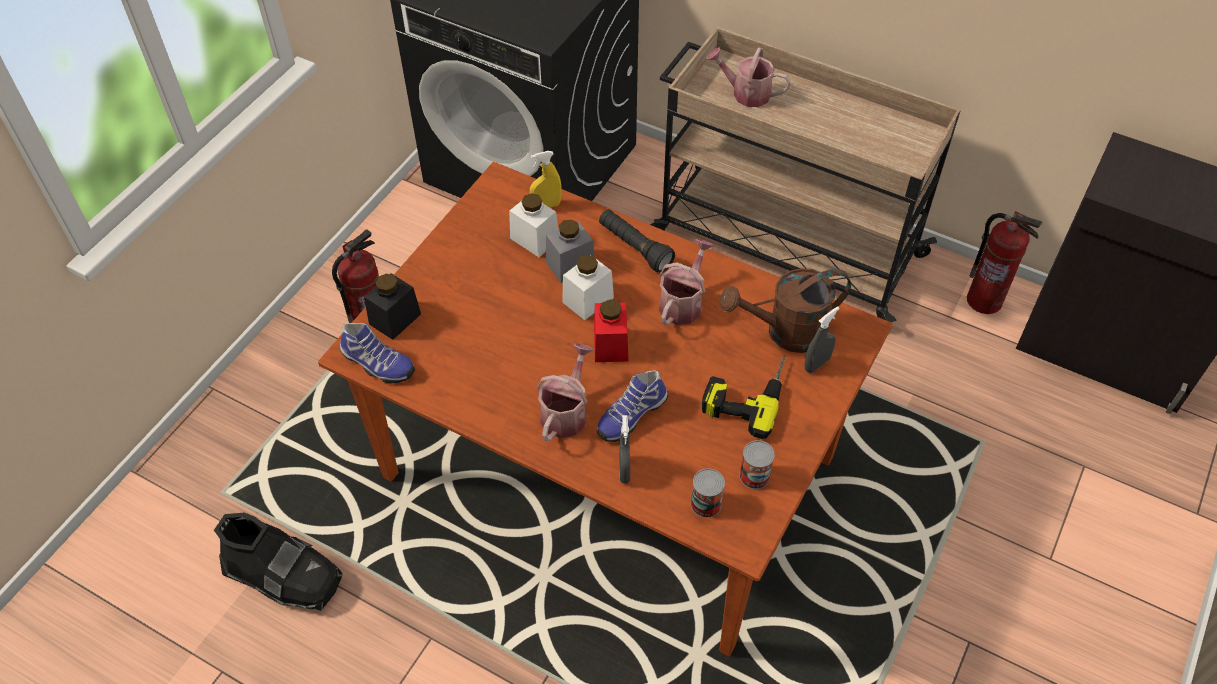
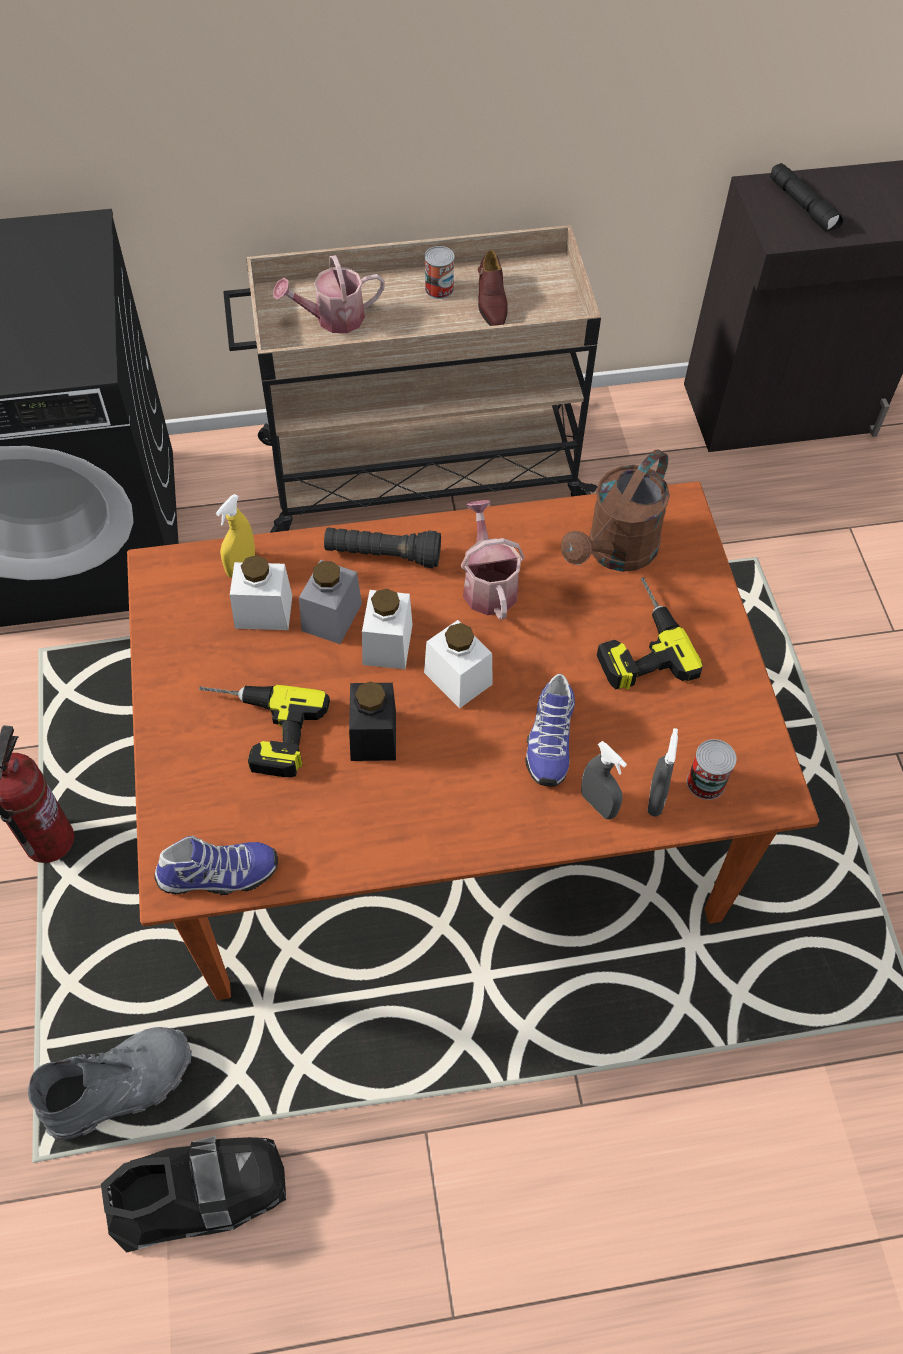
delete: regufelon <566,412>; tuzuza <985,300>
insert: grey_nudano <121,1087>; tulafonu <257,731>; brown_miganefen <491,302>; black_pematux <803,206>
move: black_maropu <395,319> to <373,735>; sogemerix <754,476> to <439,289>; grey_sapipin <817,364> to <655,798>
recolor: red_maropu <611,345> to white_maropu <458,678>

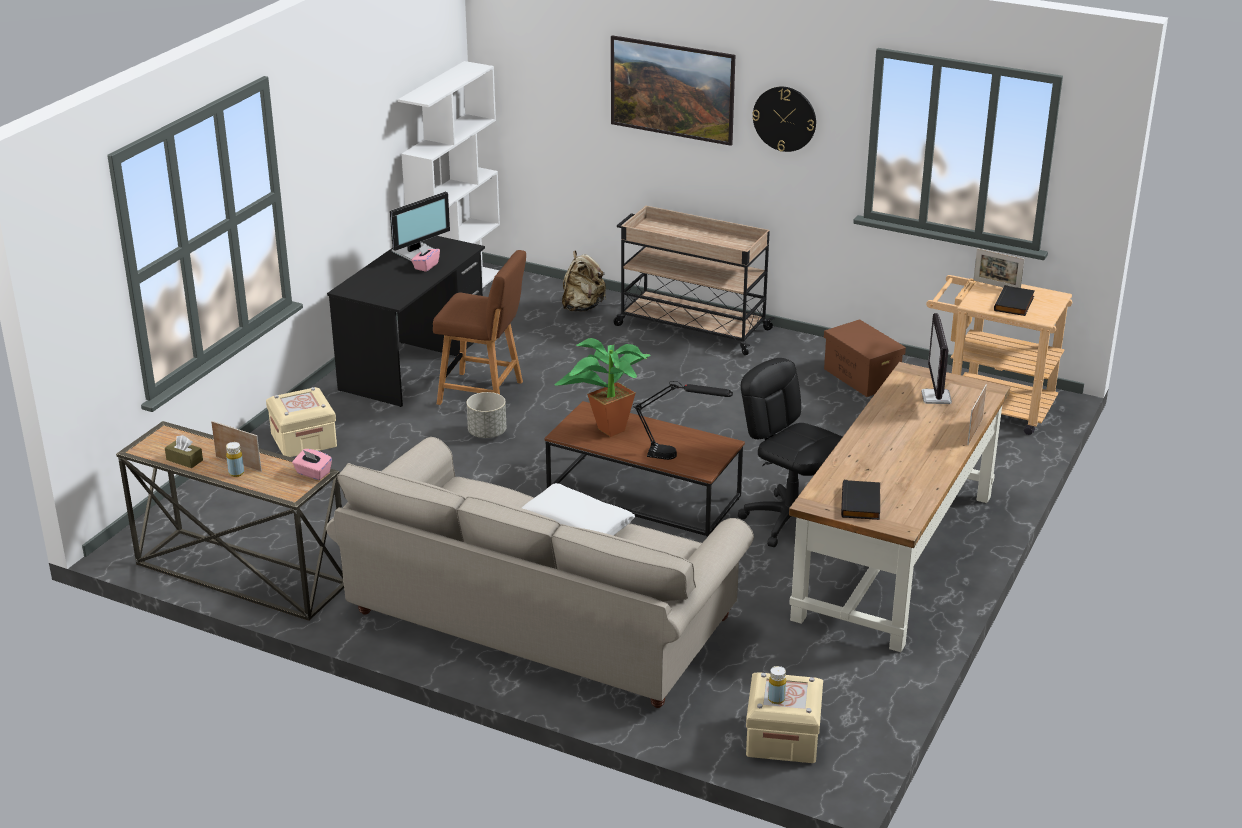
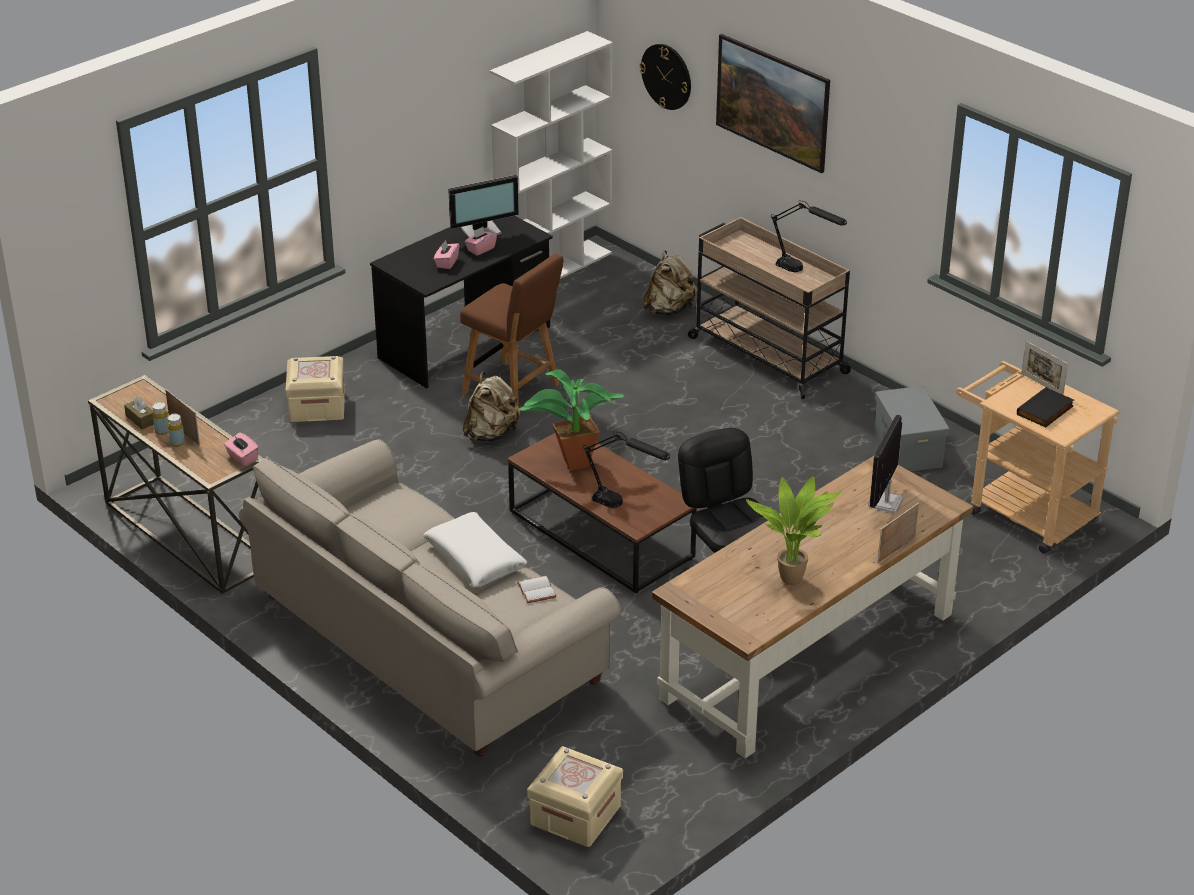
delete: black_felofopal <862,503>
insert: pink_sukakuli <446,263>; white_felofopal <535,590>; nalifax <792,577>; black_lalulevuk <804,272>
move: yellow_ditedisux <776,699> to <162,431>; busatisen <784,118> to <666,76>
replace: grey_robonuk <487,433> to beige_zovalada <491,434>
recolor: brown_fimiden <862,377> to grey_fimiden <908,449>

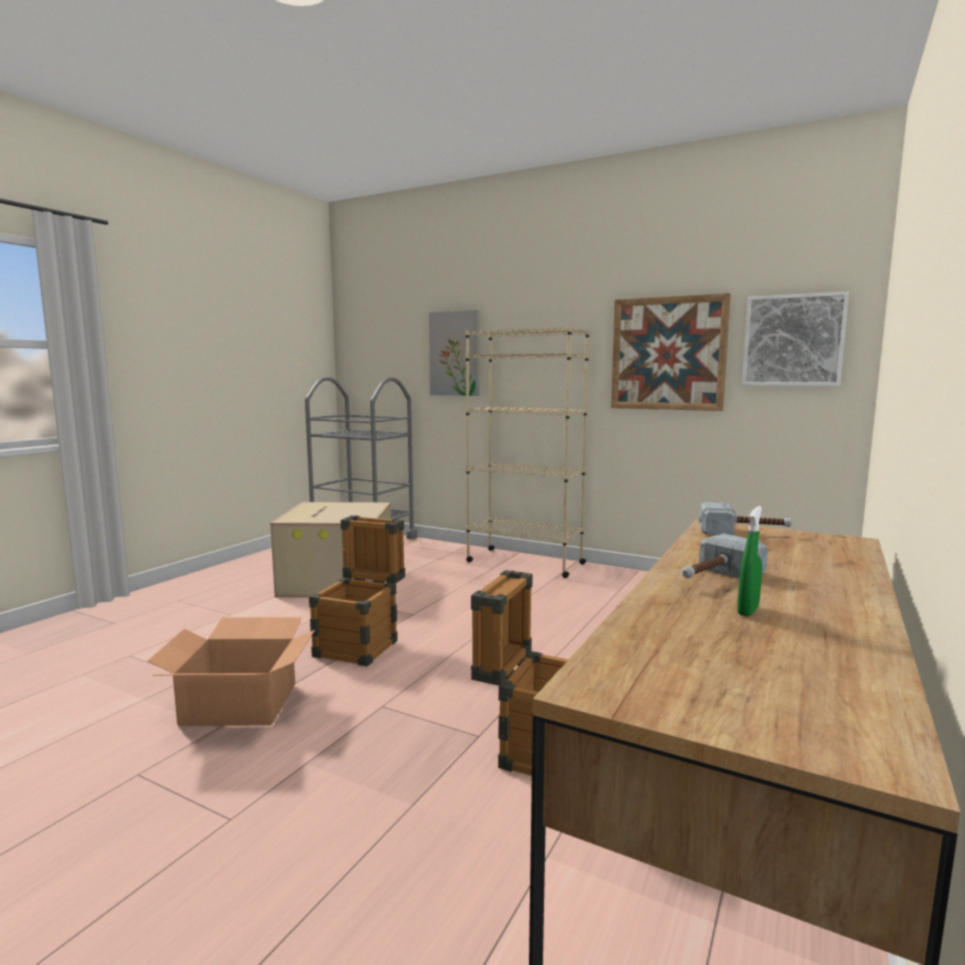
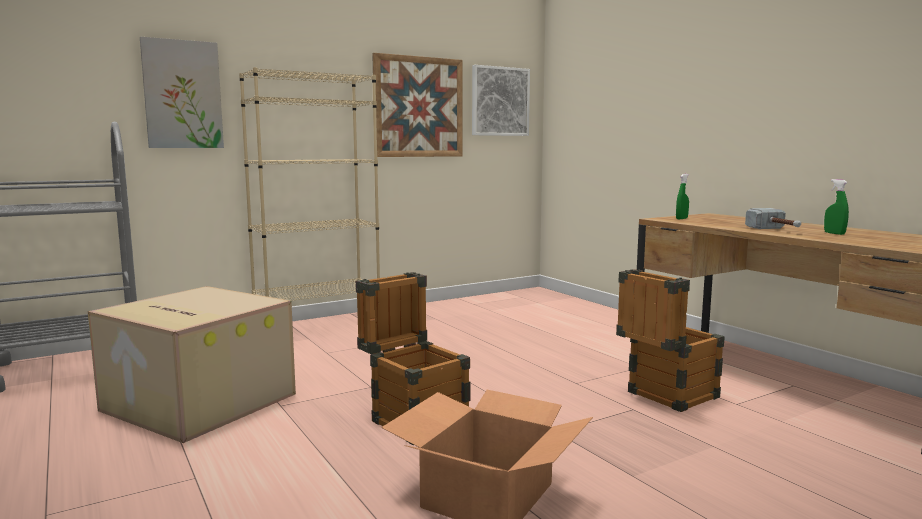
replace: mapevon <743,532> to green_sapipin <681,218>

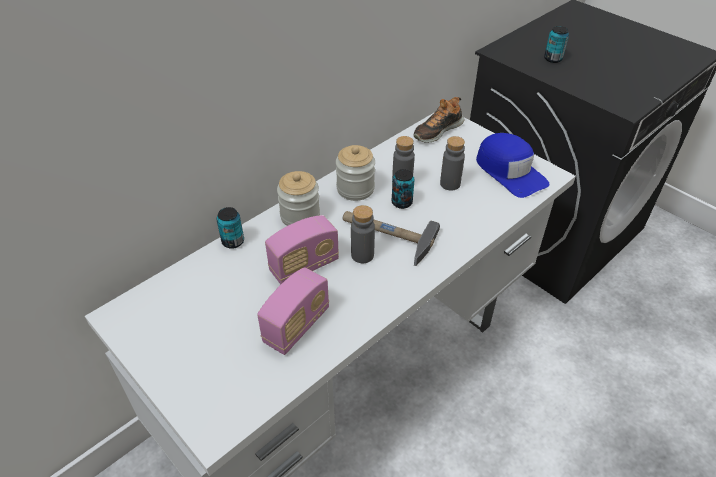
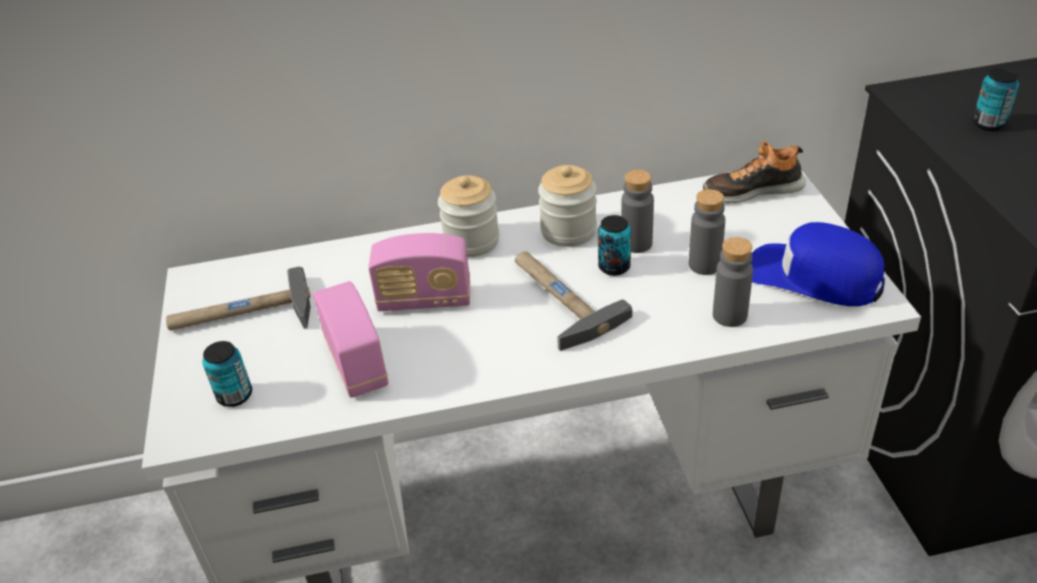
insert: mapevon <241,316>
move: sogemerix <233,241> to <235,395>; grey_ditedisux <362,255> to <729,315>
rotate: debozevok <296,326> = <356,363> 90 degrees counterclockwise; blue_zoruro <510,171> = <813,277> 120 degrees clockwise

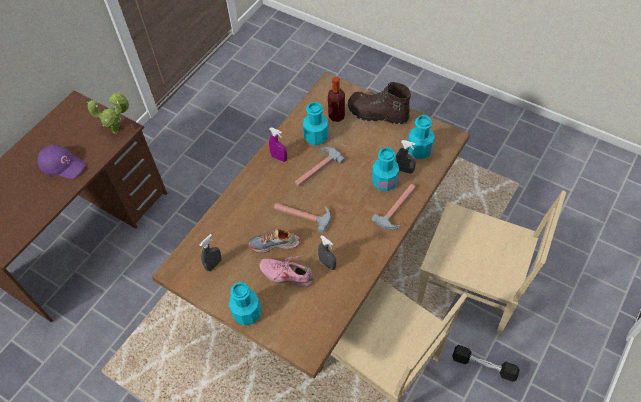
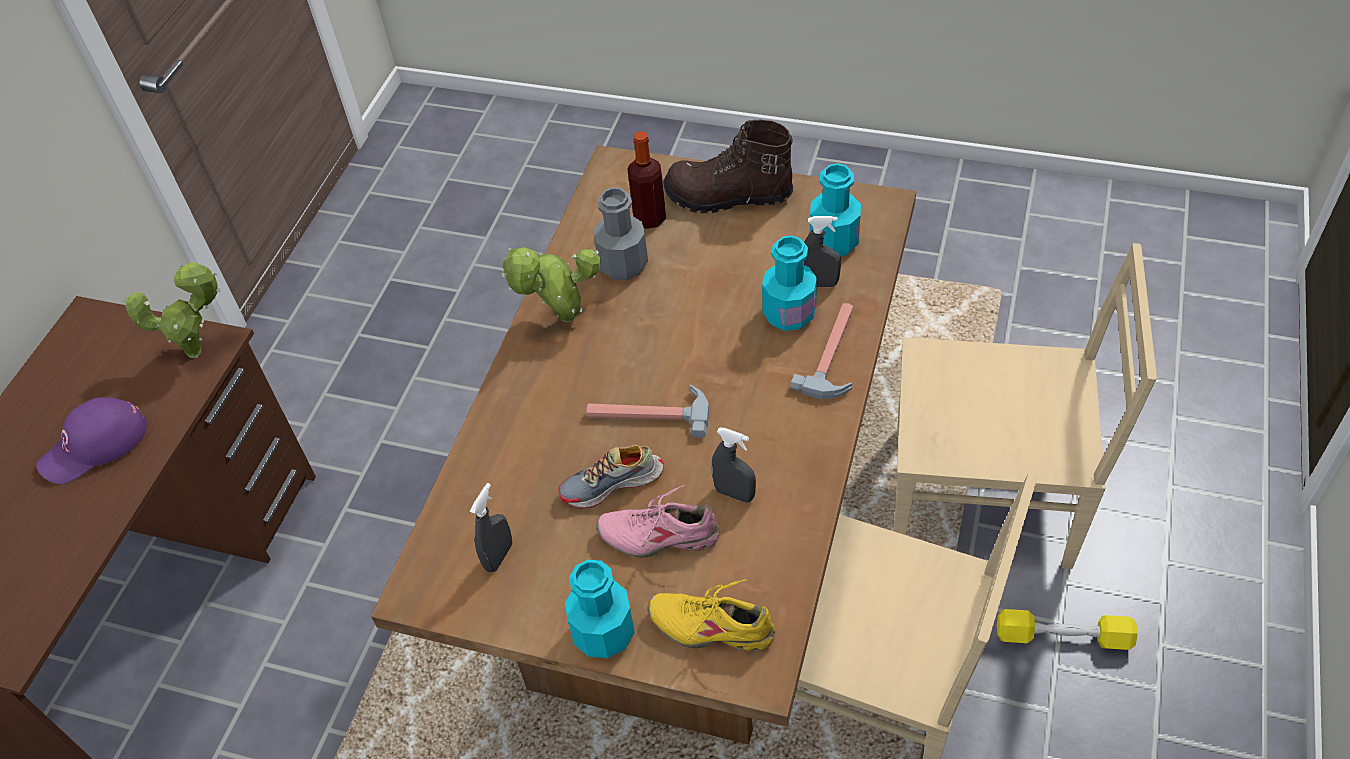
delete: mapevon <316,168>
insert: yellow_miganefen <712,626>
replace: purple_sapipin <279,158> to nalifax <562,320>
recolor: turquoise_ditedisux <316,137> to grey_ditedisux <623,264>; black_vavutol <483,366> to yellow_vavutol <1062,637>
rotate: purple_zoruro <62,164> = <95,445> 135 degrees clockwise

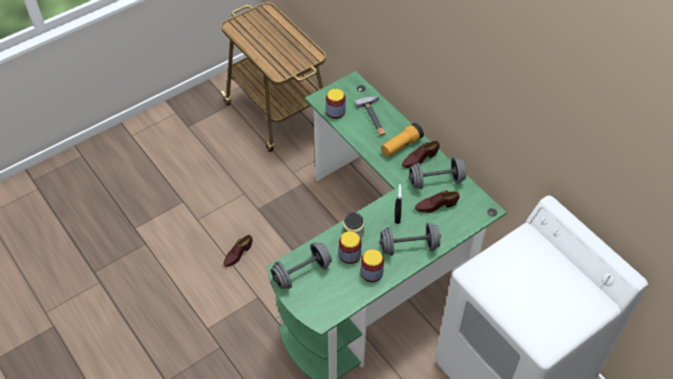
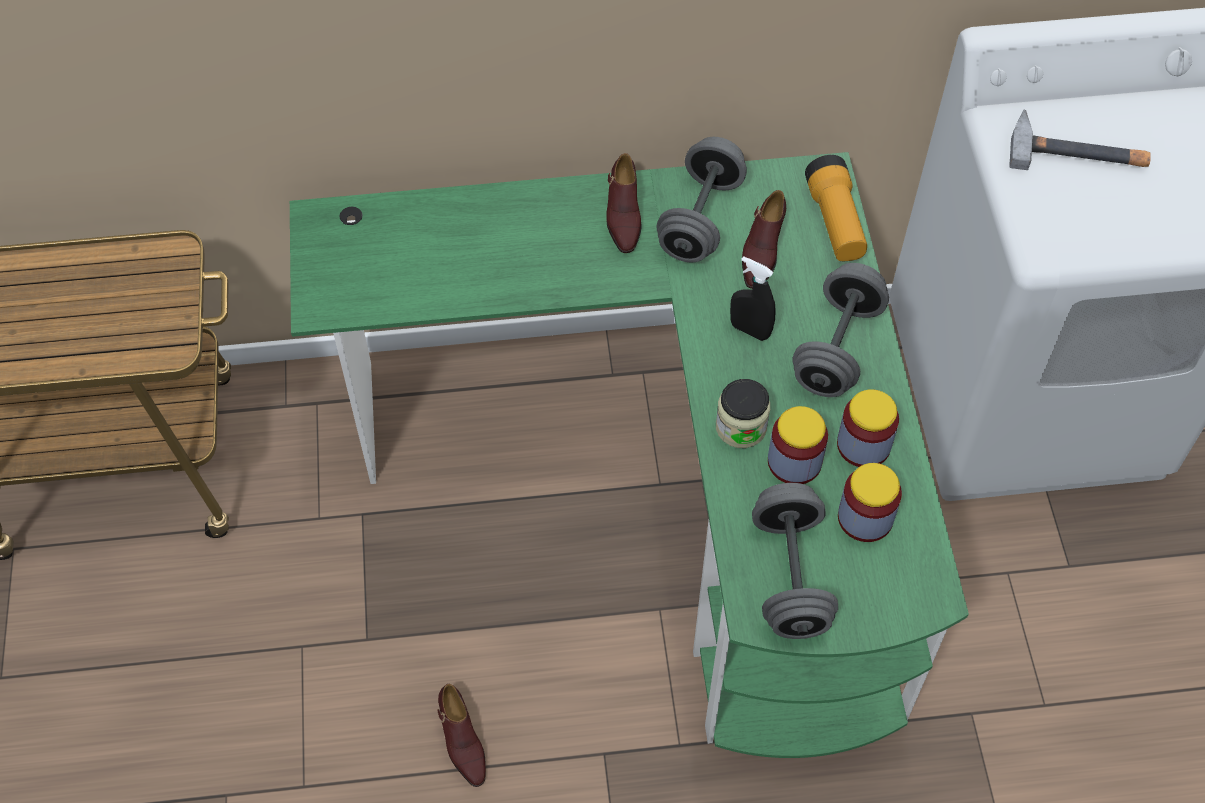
move: pematux <401,146> to <835,222>; maropu <335,111> to <865,518>; mapevon <374,118> to <1078,152>

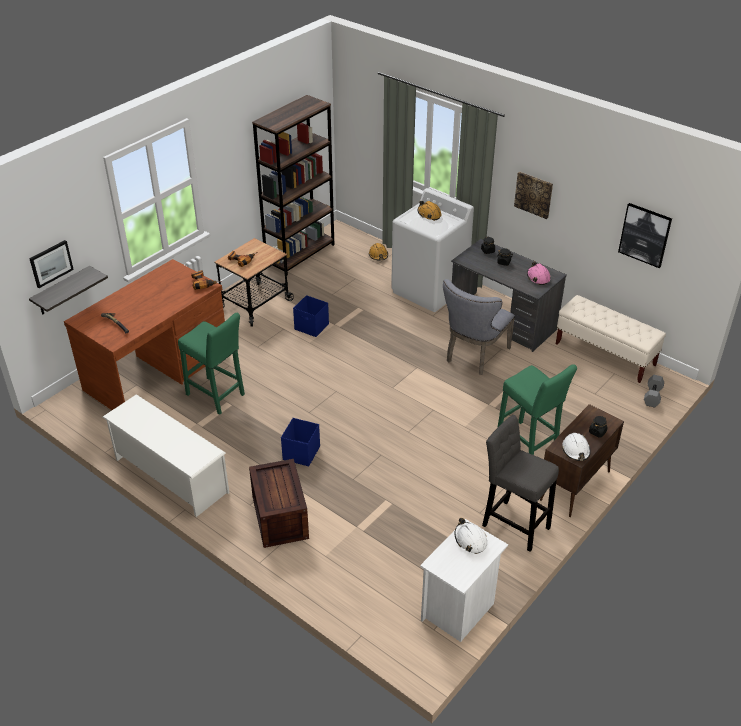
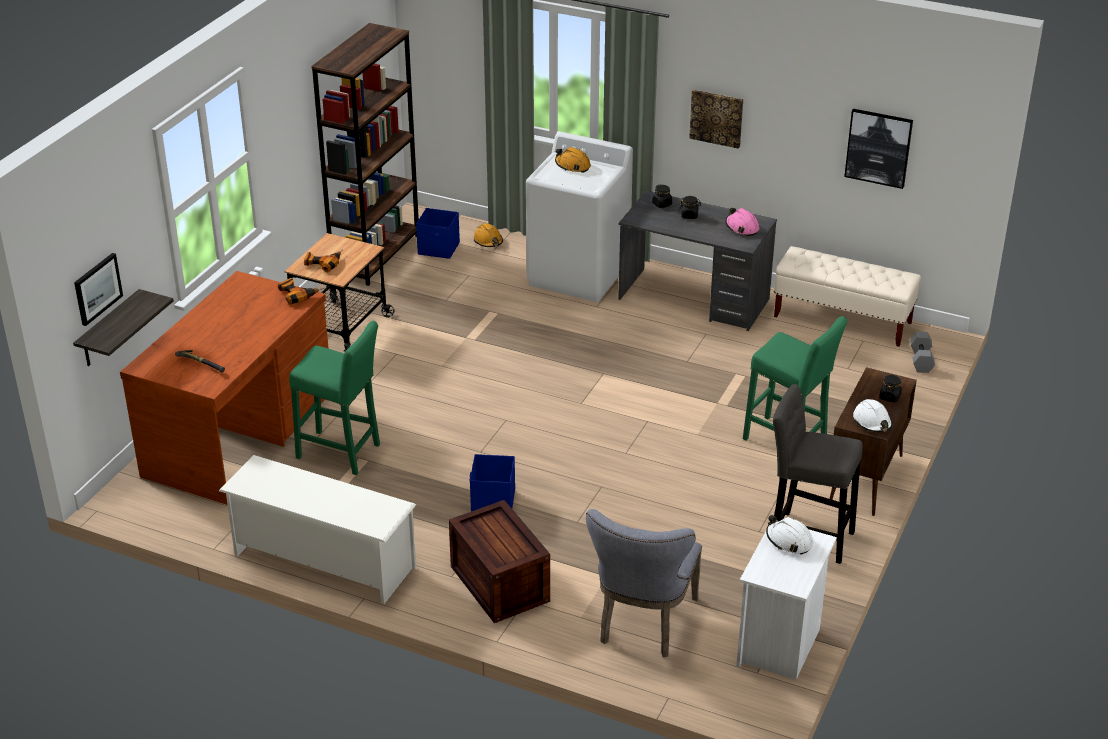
move: blue_fimiden <312,327> to <439,249>; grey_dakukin <474,356> to <644,624>

